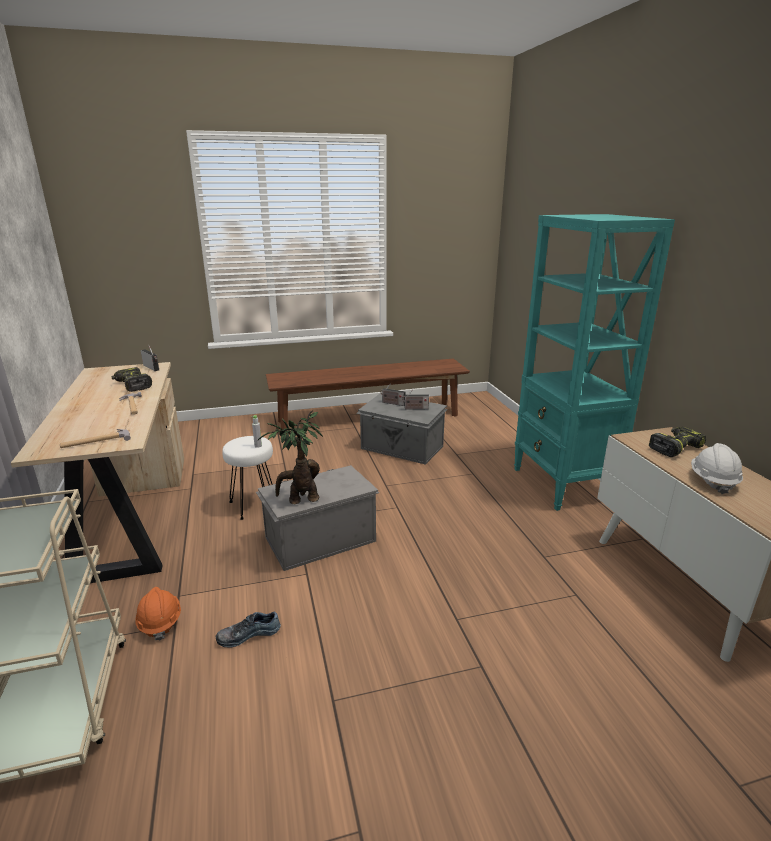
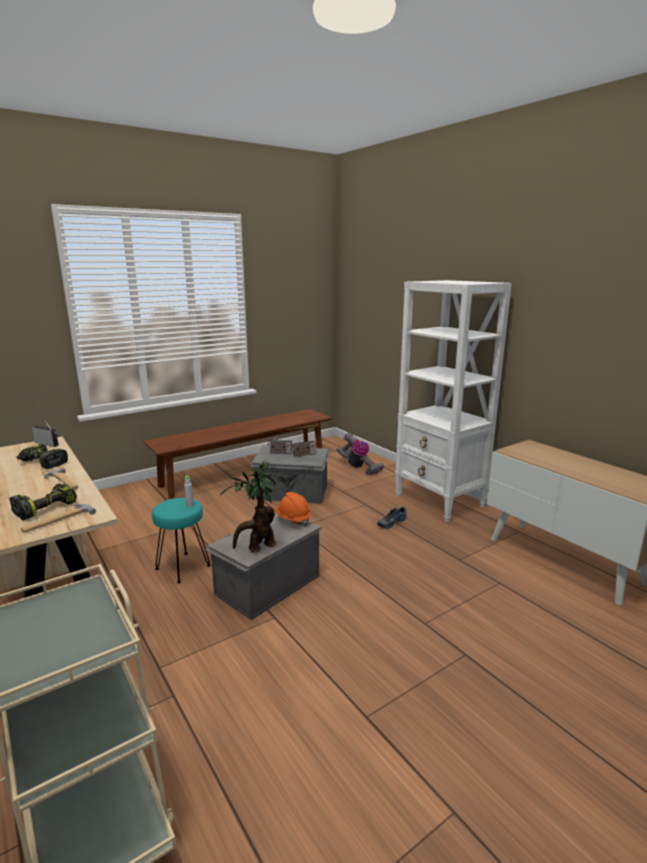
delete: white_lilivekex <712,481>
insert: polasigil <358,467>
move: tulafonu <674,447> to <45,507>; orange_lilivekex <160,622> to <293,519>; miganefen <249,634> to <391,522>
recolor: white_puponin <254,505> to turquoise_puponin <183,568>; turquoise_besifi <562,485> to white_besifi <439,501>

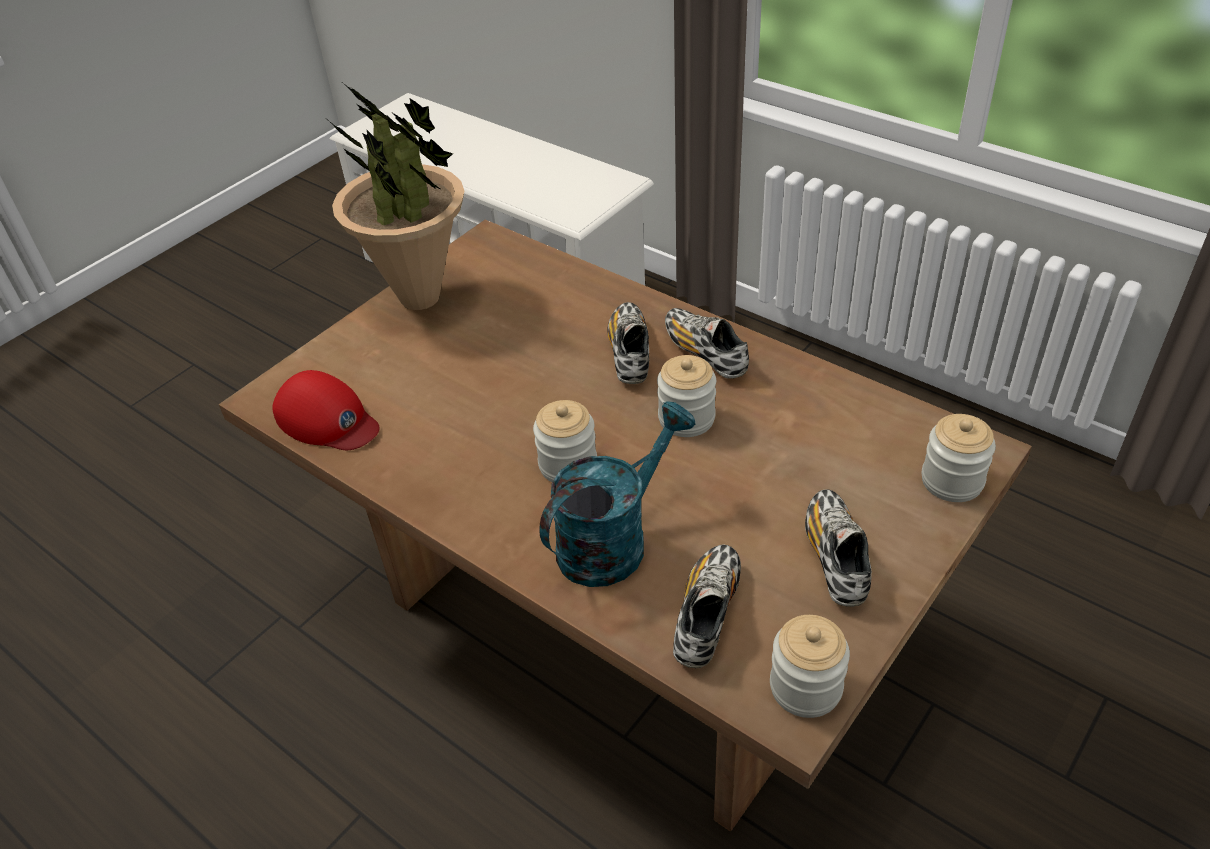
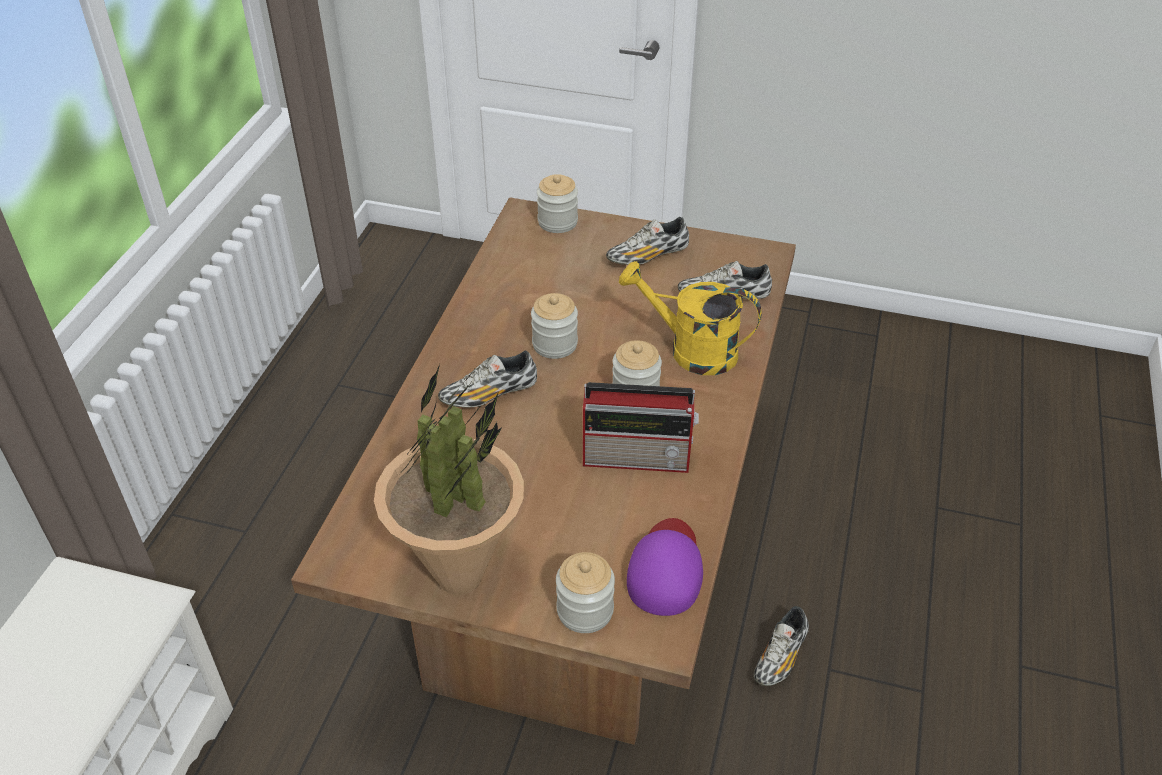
insert: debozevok <639,457>
move: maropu <805,687> to <585,610>; miganefen <704,353> to <780,657>
recolor: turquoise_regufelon <613,539> to yellow_regufelon <691,350>; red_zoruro <327,420> to purple_zoruro <666,569>

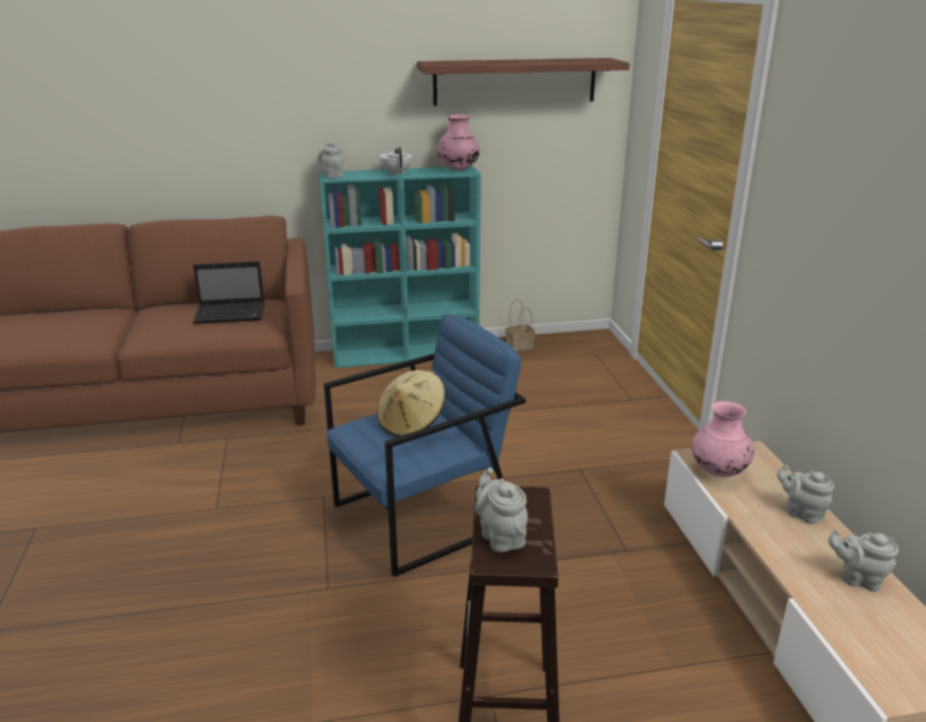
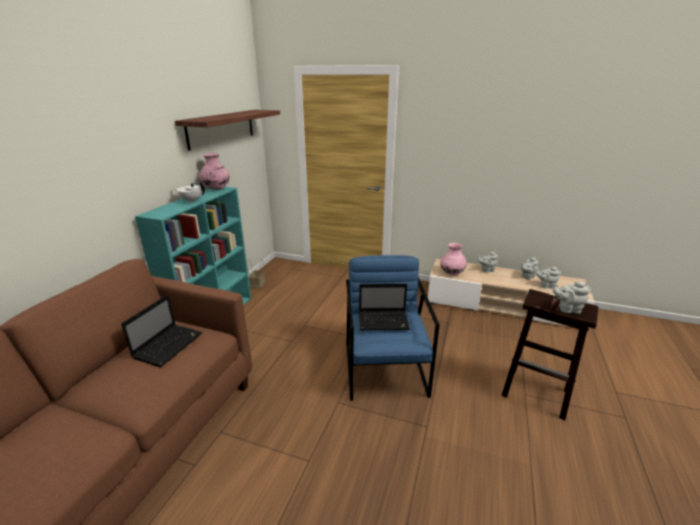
move: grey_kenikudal <332,175> to <546,286>
replace: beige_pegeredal <411,423> to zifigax <384,321>

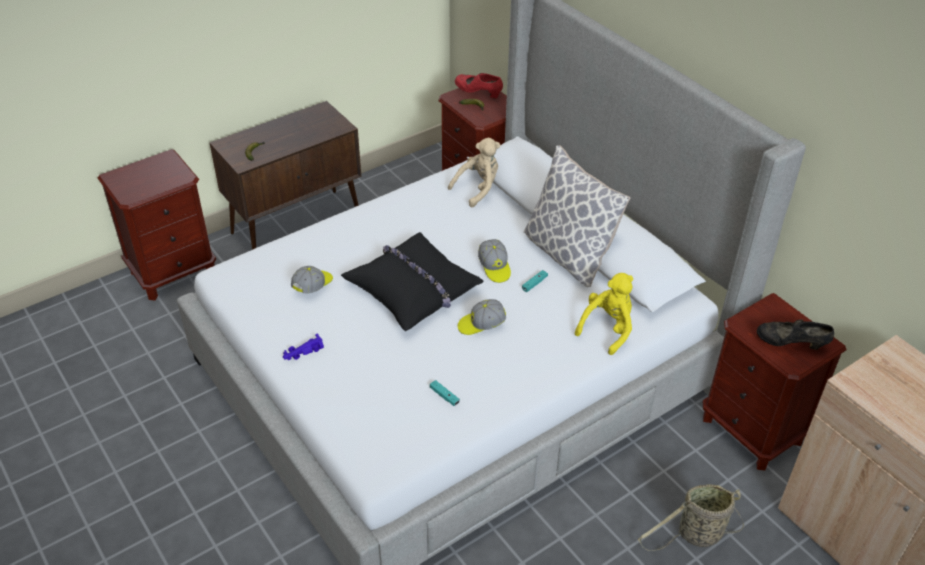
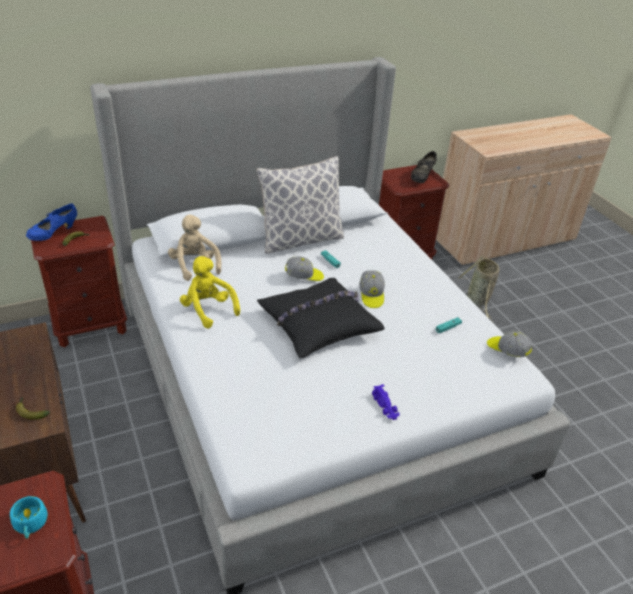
insert: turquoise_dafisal <30,525>
move: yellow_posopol <607,328> to <208,310>; zoruro <313,286> to <507,350>
recolor: red_miganefen <478,93> to blue_miganefen <54,234>

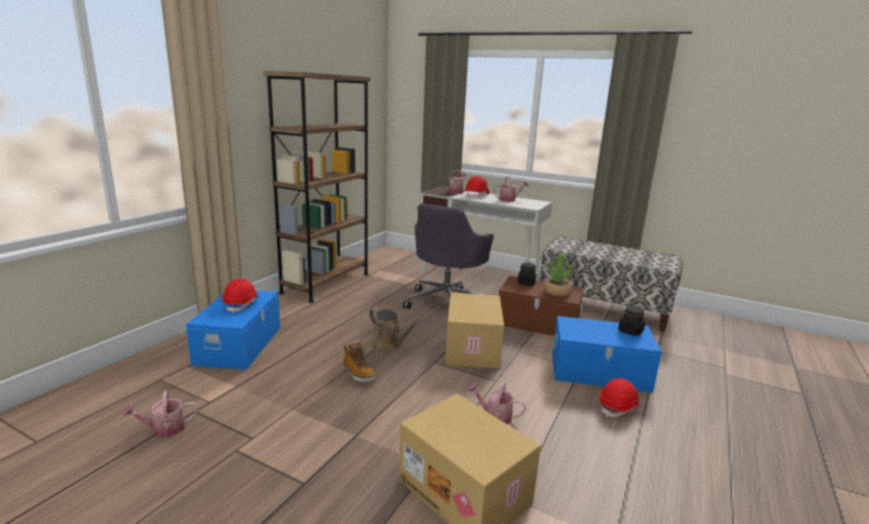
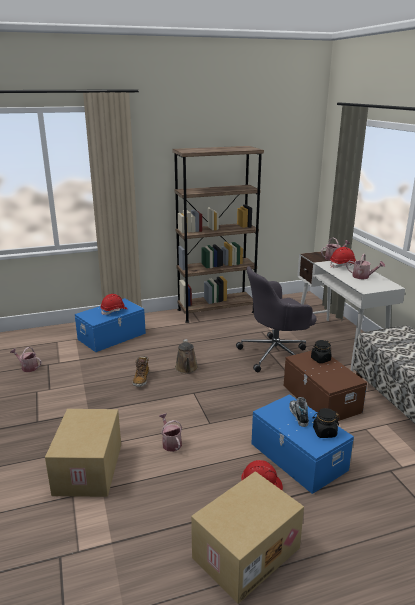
delete: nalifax <557,292>
insert: miganefen <298,415>
move: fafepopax <471,348> to <245,551>

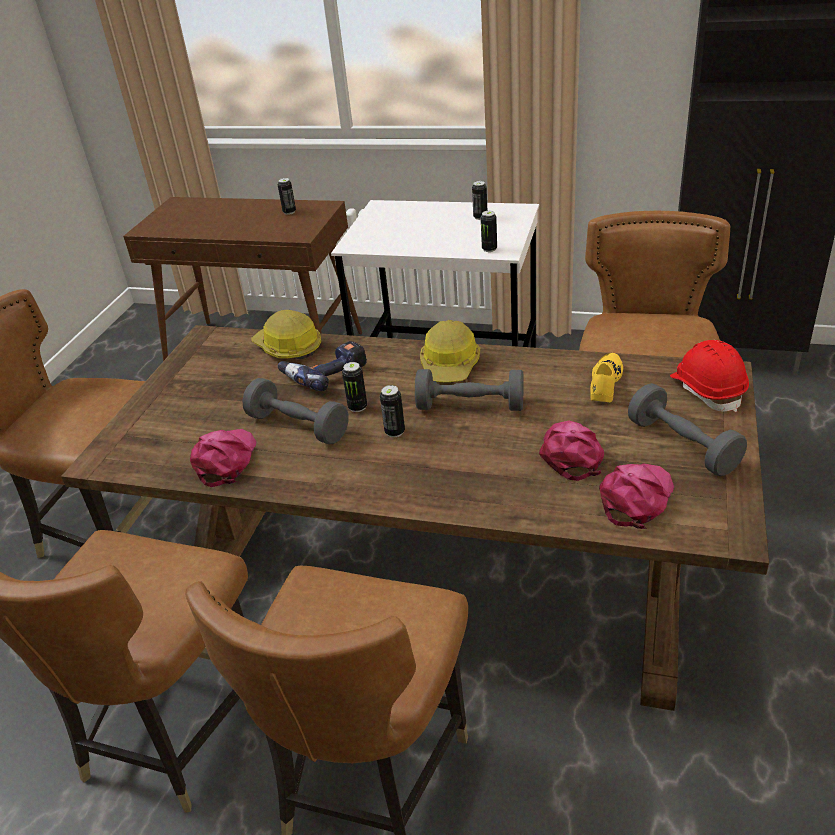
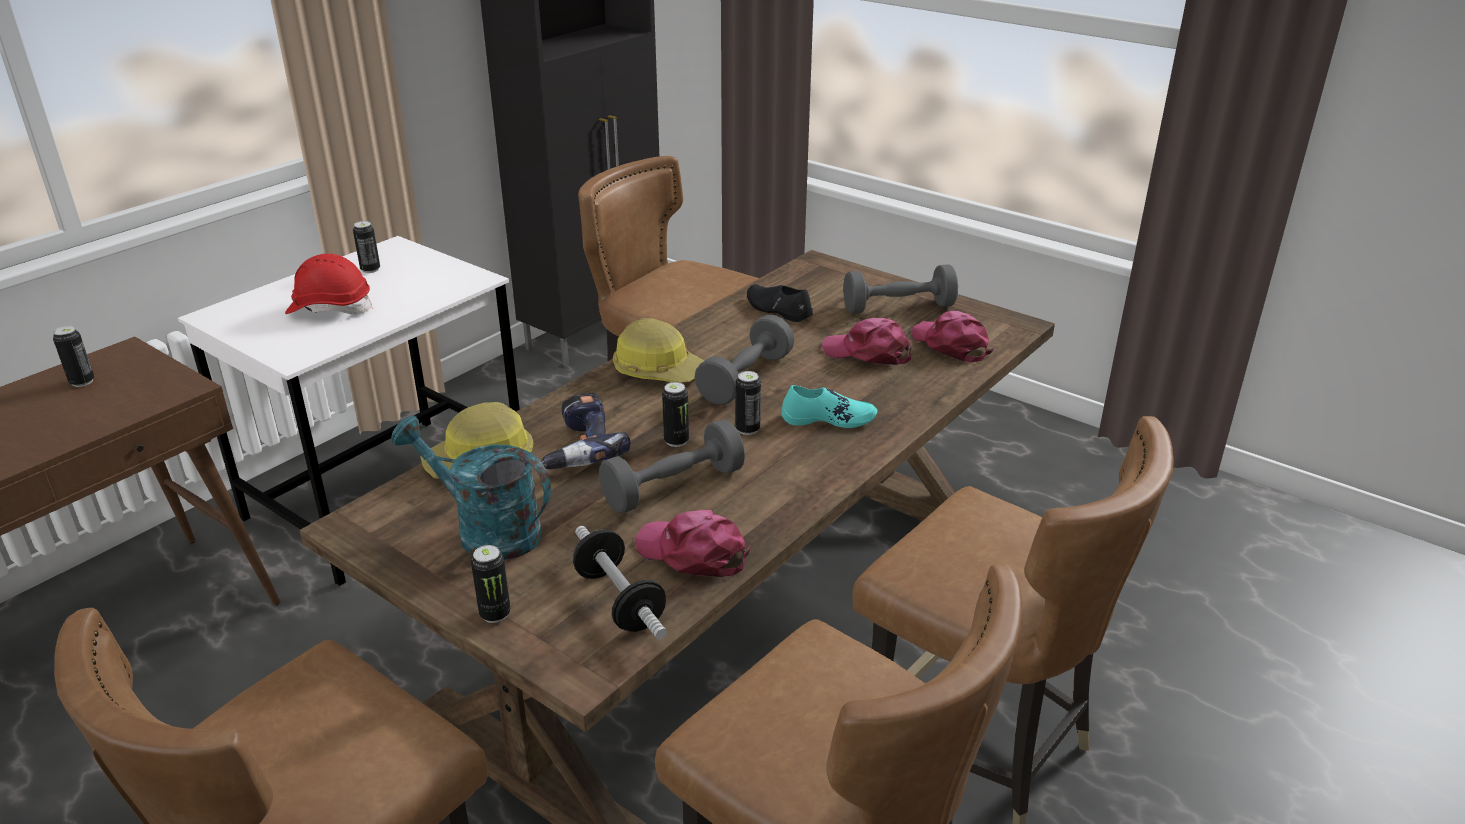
insert: turquoise_regufelon <486,531>; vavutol <619,601>; turquoise_miganefen <828,419>
move: red_lilivekex <707,390> to <330,308>; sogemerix <489,249> to <495,614>
recolor: yellow_miganefen <605,383> to black_miganefen <778,309>

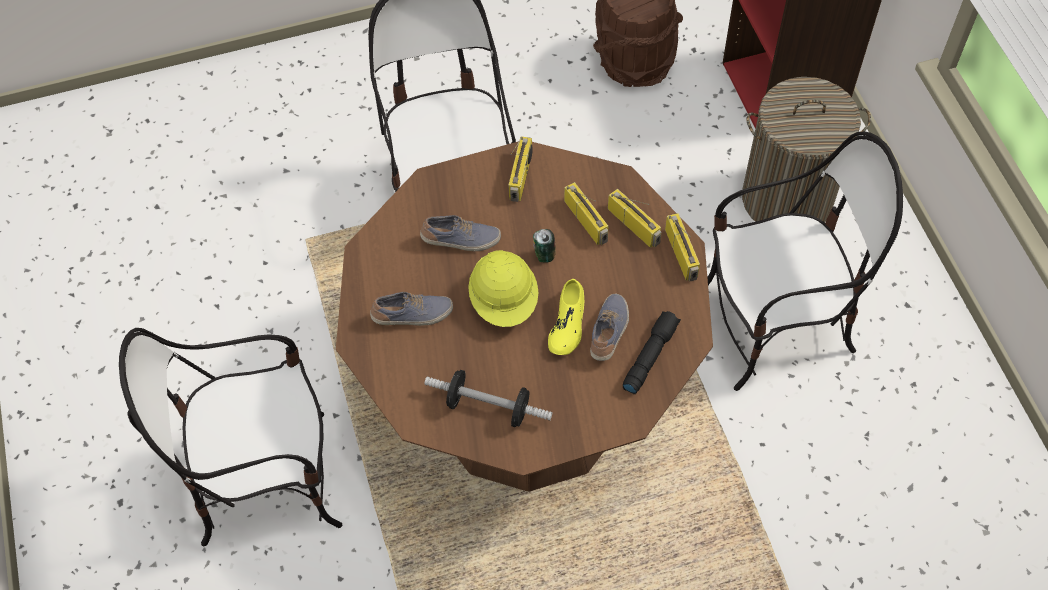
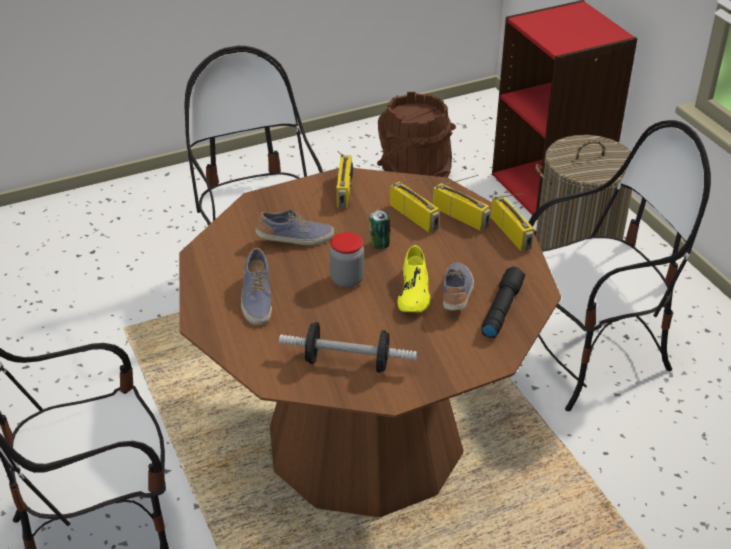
replace: yellow_lilivekex <504,301> to maropu <347,279>
rotate: miganefen <413,316> = <256,298> 105 degrees clockwise

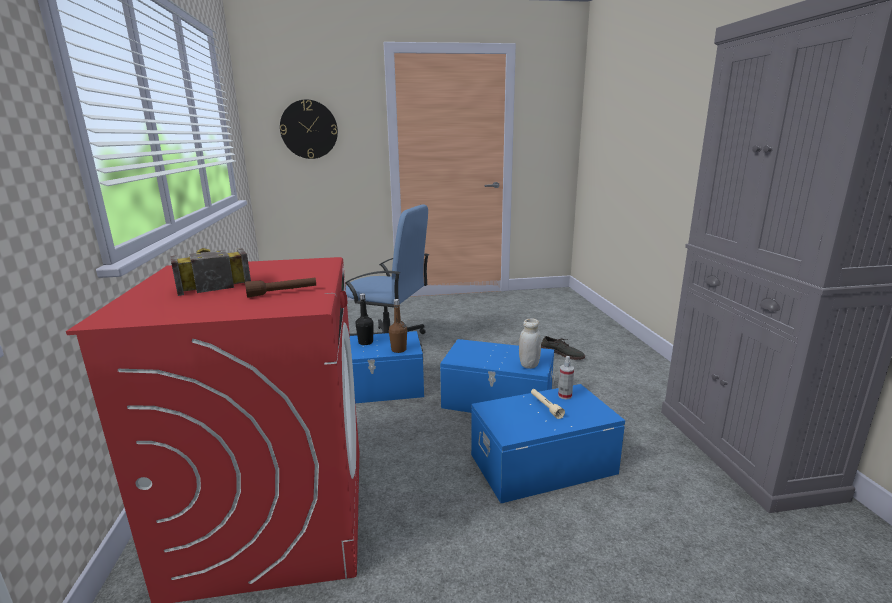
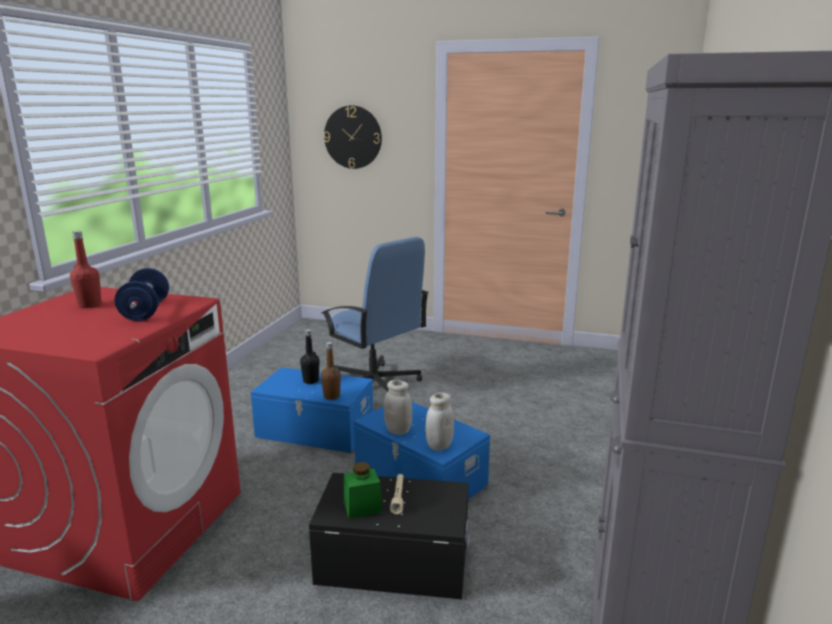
delete: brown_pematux <282,293>; grey_miganefen <562,353>; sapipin <565,396>
insert: blue_vavutol <145,311>; green_maropu <362,507>; white_maropu <398,430>
replace: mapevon <210,277> to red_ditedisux <89,305>
recolor: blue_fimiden <541,463> to black_fimiden <393,559>

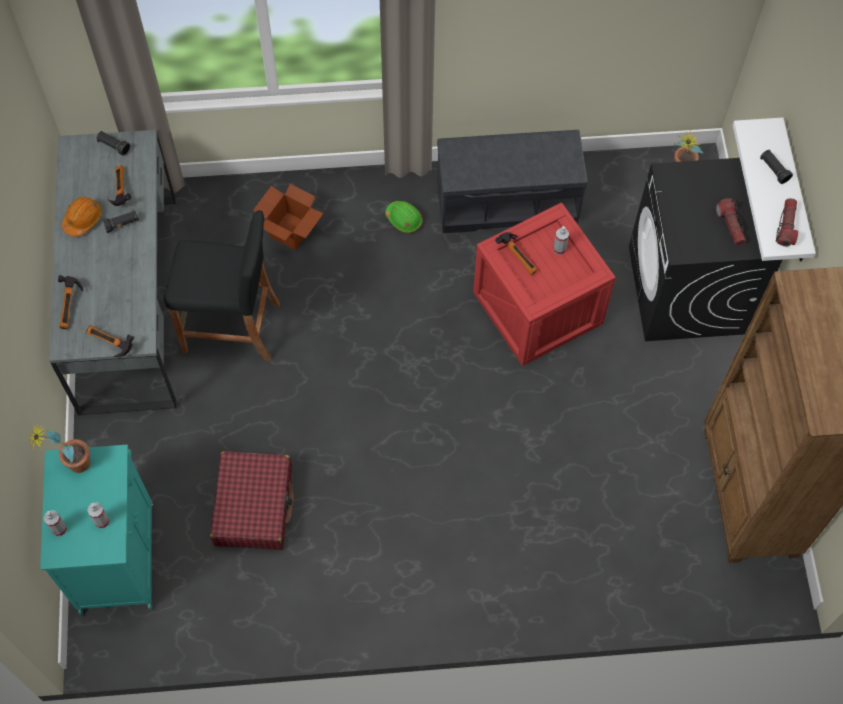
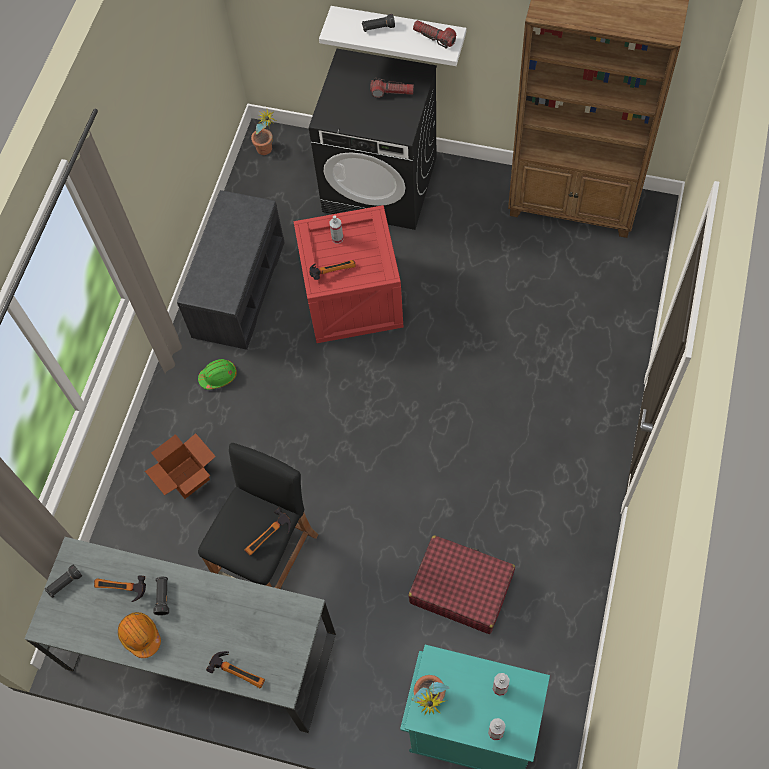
move: mapevon <109,345> to <270,539>

